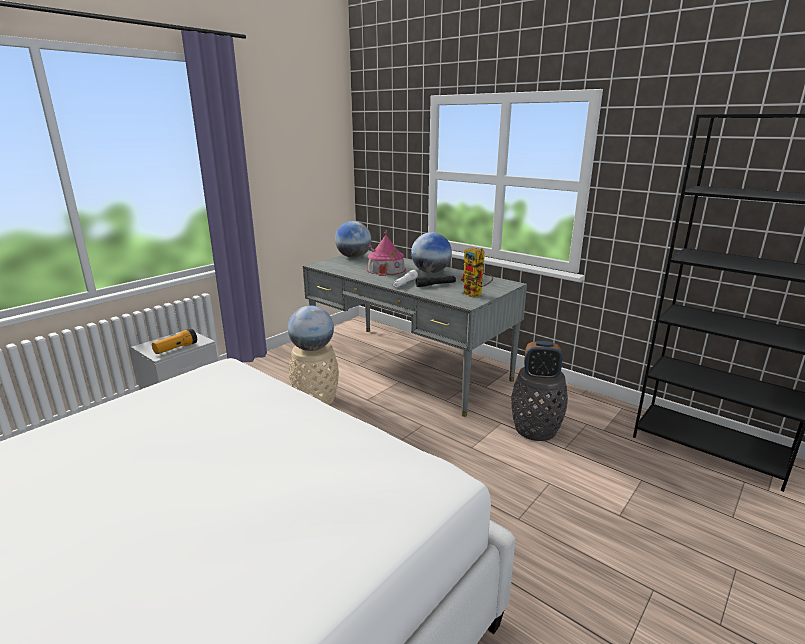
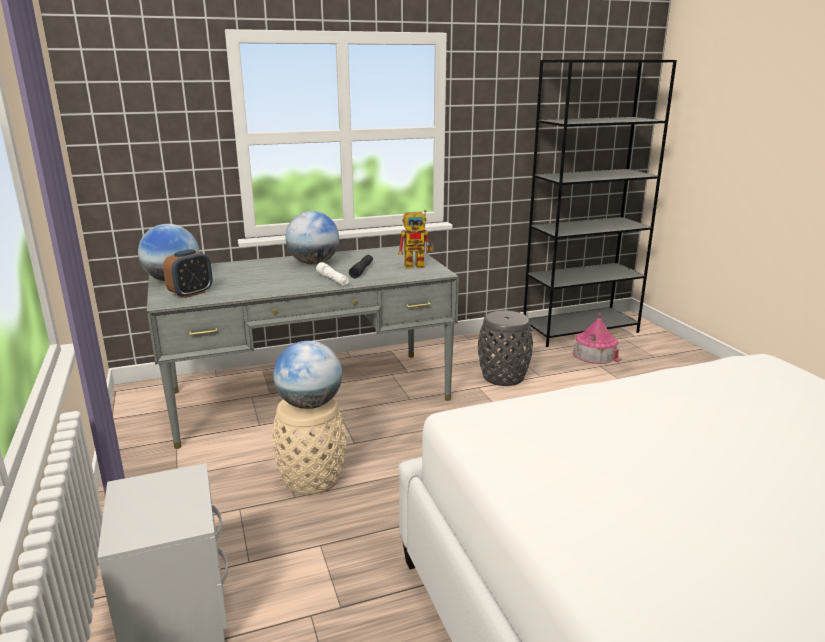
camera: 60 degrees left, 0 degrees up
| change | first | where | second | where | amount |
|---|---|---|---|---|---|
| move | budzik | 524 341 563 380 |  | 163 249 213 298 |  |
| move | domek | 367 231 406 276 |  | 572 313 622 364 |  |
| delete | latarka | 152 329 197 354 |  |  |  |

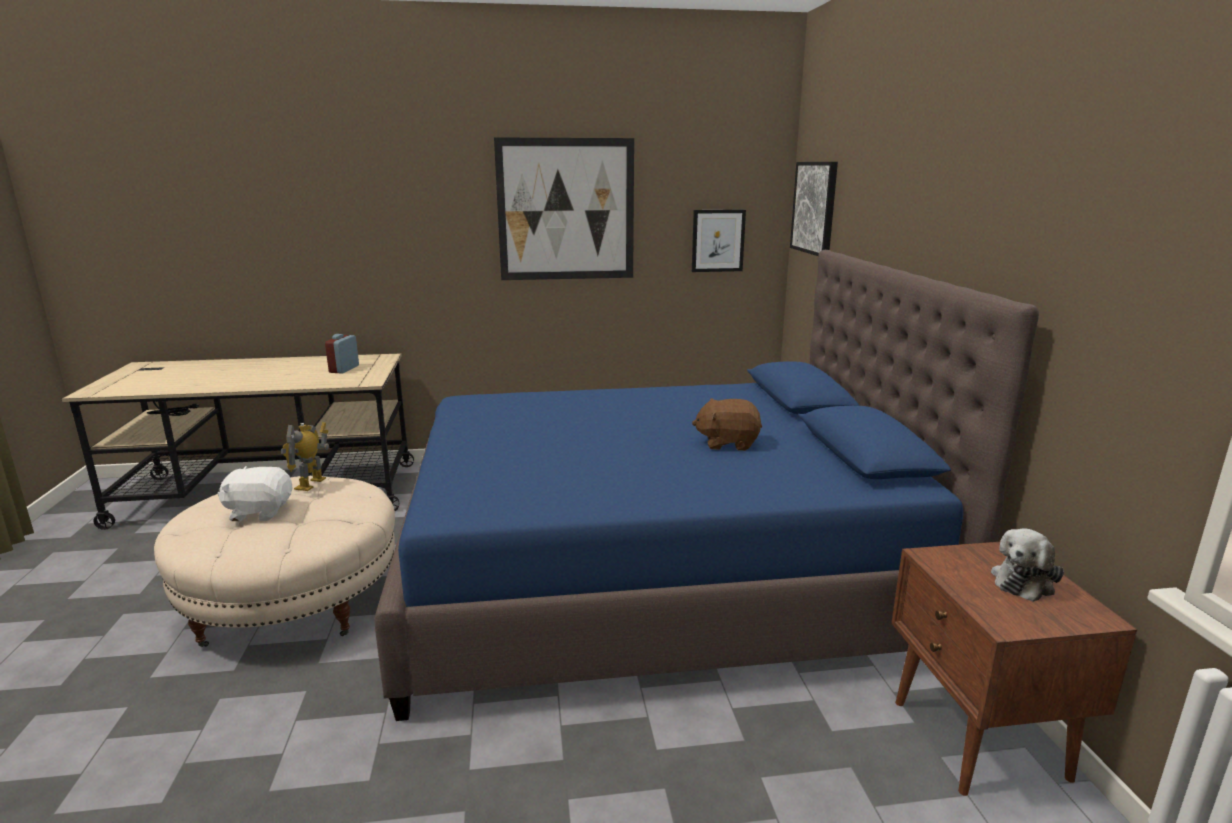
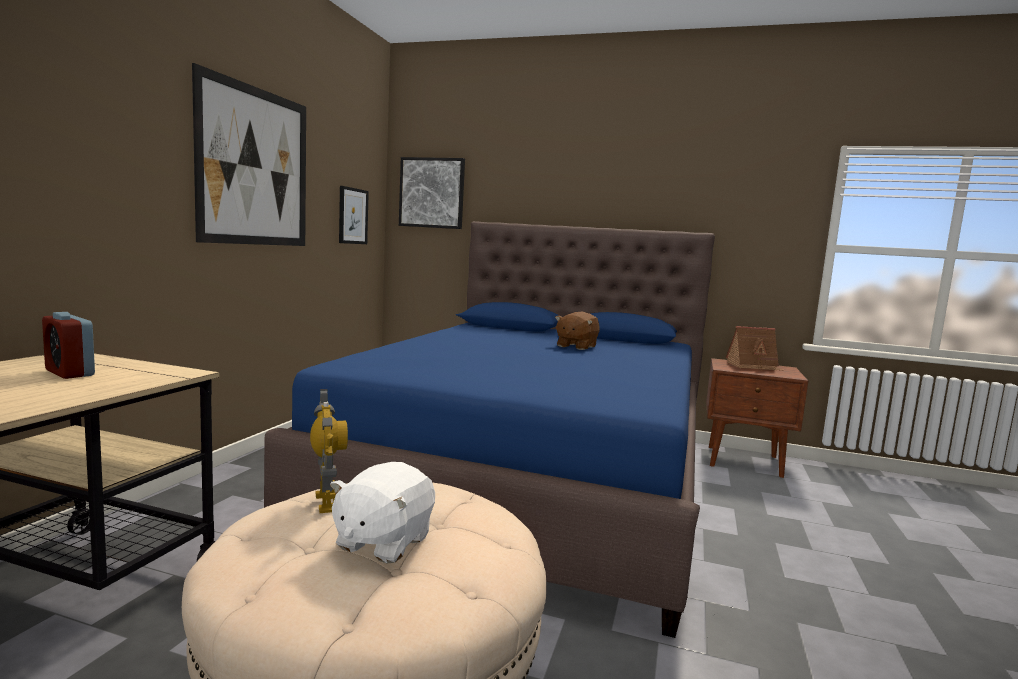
camera: 65 degrees left, 10 degrees down
| change | first | where | second | where | amount |
|---|---|---|---|---|---|
| rotate | robot zabawkowy | 281 422 329 491 |  | 310 389 348 513 | 150 degrees counterclockwise |
| replace | pluszak | 991 528 1064 602 | domek | 725 326 784 371 |  |

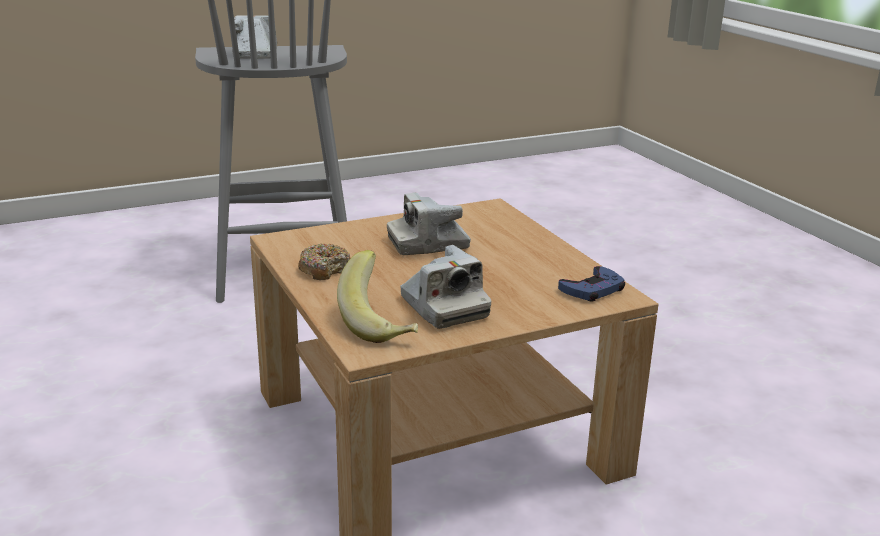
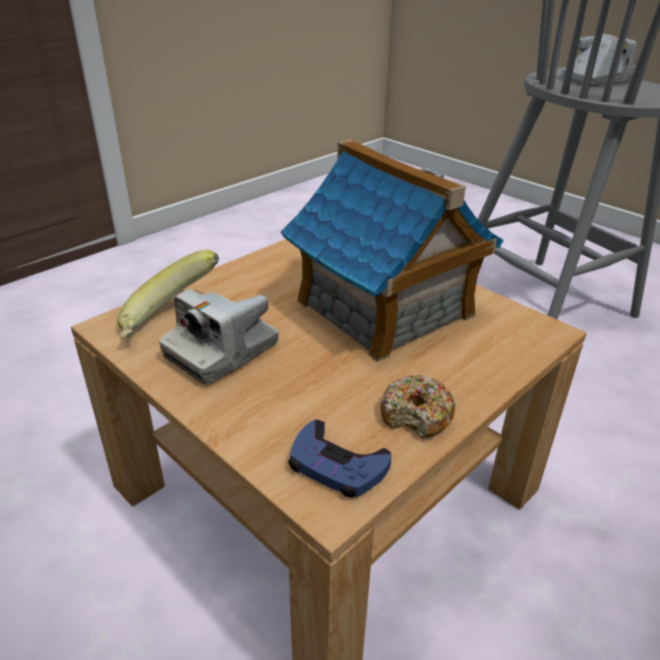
camera: 70 degrees right, 10 degrees up
| change | first | where | second | where | amount |
|---|---|---|---|---|---|
| replace | aparat fotograficzny | 387 193 471 255 | domek | 281 139 504 362 |  |
| move | donut | 298 243 350 280 |  | 380 375 457 438 |  |

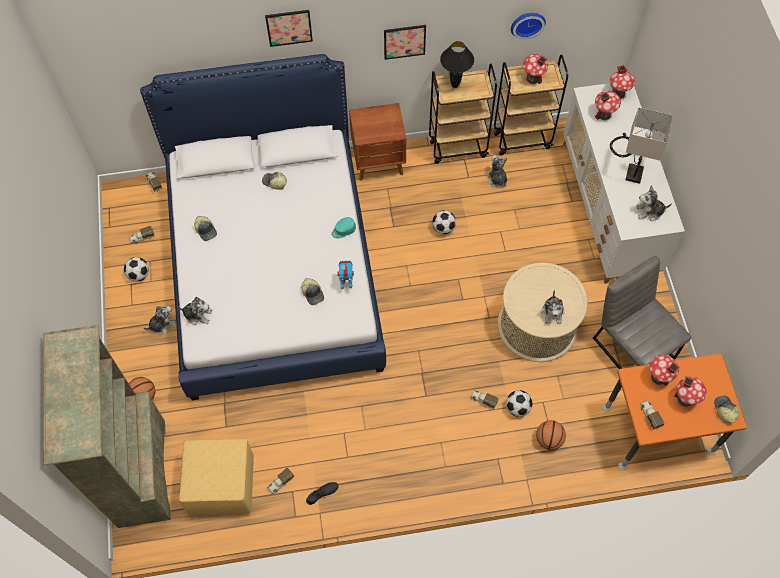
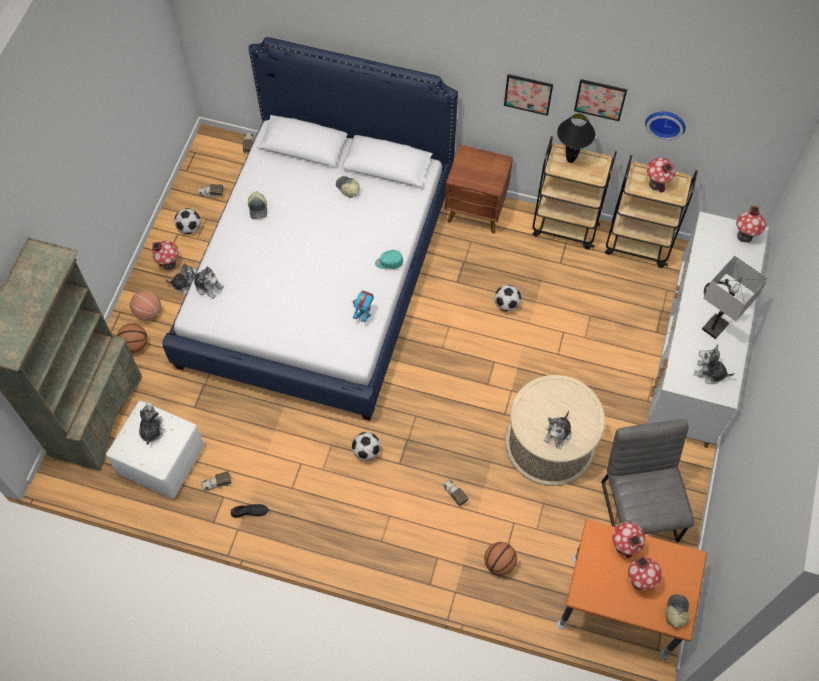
camera: 25 degrees right, 0 degrees up
| change | first | where | second | where | amount |
|---|---|---|---|---|---|
| recolor | pufa [żółty] | 179 439 254 515 | pufa [biały] | 106 401 205 499 |  |
| insert |  |  | piłka do koszykówki | 130 290 161 321 |  |
| move | pluszak | 486 155 507 187 |  | 139 402 164 445 |  |
| move | domek | 595 91 621 120 |  | 152 241 179 270 |  |
| move | piłka futbolowa | 506 390 532 417 |  | 352 432 381 461 |  |
| move | obraz | 265 10 313 47 |  | 574 79 627 121 |  |
| delete | czapka z daszkiem | 301 278 324 305 |  |  |  |
| delete | ciężarówka zabawkowa | 640 400 665 430 |  |  |  |

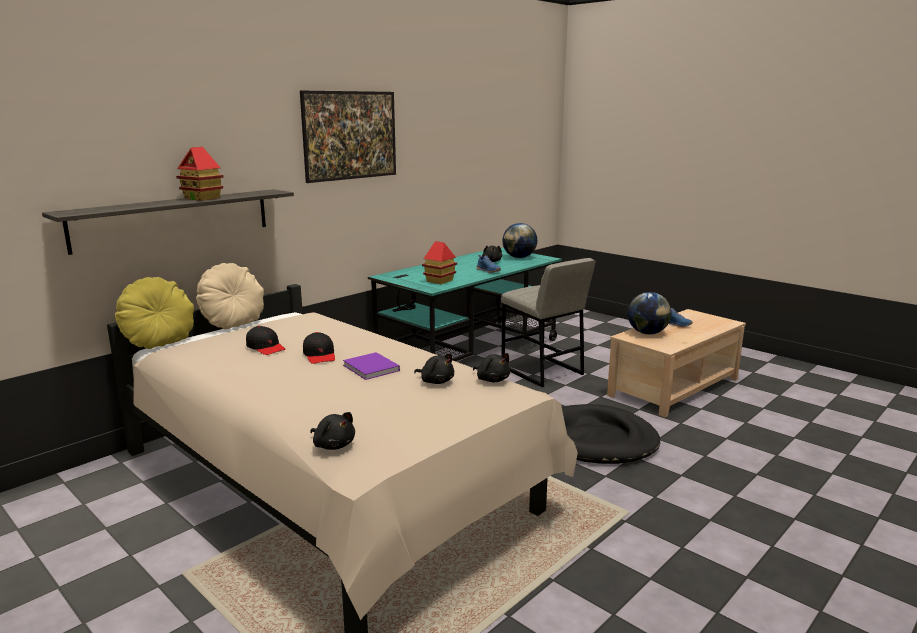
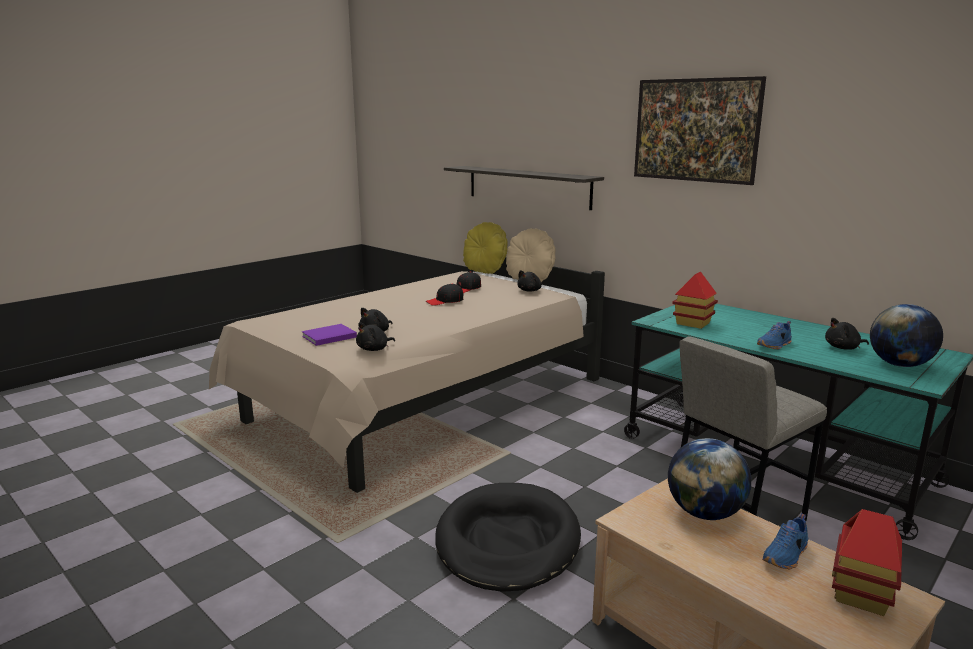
camera: 90 degrees right, 0 degrees up
| change | first | where | second | where | amount |
|---|---|---|---|---|---|
| move | książka [fioletowy] | 343 352 400 380 |  | 302 324 357 346 |  |
| move | pluszak [czarny] | 310 412 355 450 |  | 517 270 542 292 |  |
| move | domek | 176 147 224 201 |  | 832 509 902 616 |  |

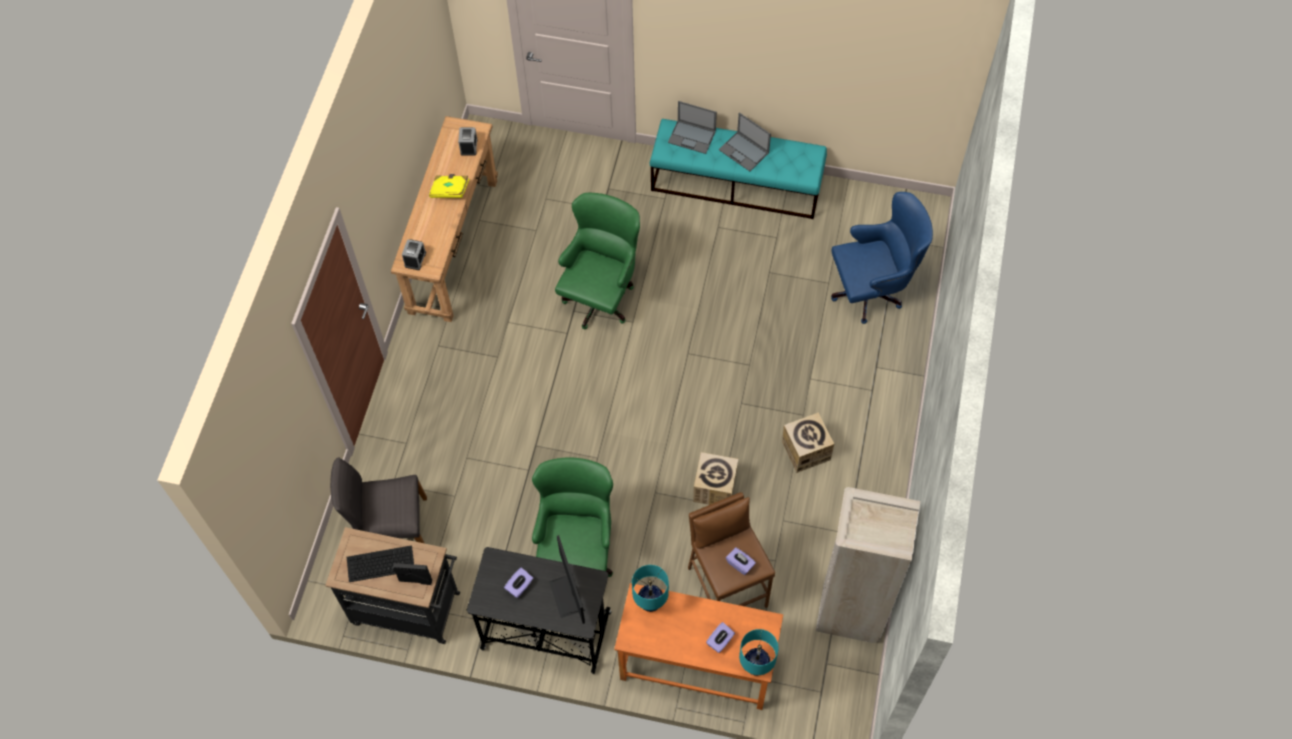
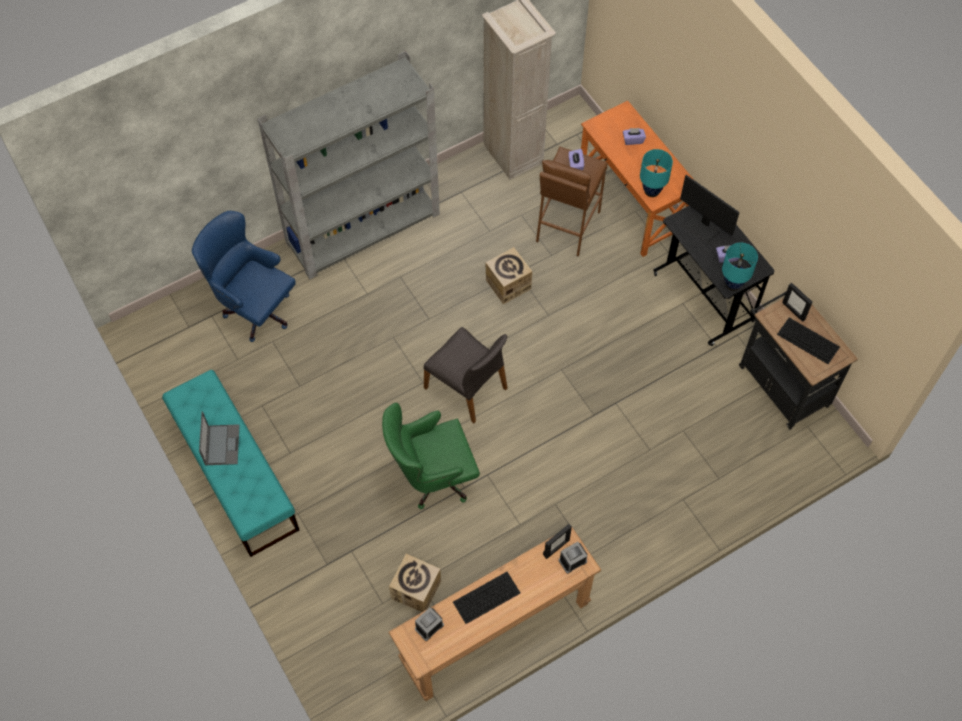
camera: 135 degrees left, 0 degrees up
| change | first | where | second | where | amount |
|---|---|---|---|---|---|
| insert |  |  | regał [szary] | 258 51 440 279 |  |
| move | karton | 782 413 834 473 |  | 389 554 441 612 |  |
| move | krzesło [szary] | 330 458 427 543 |  | 424 327 508 423 |  |
| replace | książka [żółty] | 429 174 470 198 | klawiatura | 453 572 520 624 |  |
| insert |  |  | ramka na zdjęcie | 543 524 572 559 |  |
| rotate | monitor | 549 535 585 624 |  | 680 175 740 244 | 105 degrees clockwise |
| move | lampa stołowa [turkusowy] | 739 629 779 676 |  | 722 243 758 291 |  |
| delete | krzesło biurowe [zielony] | 532 458 613 577 |  |  |  |
| delete | laptop | 668 101 717 154 |  |  |  |

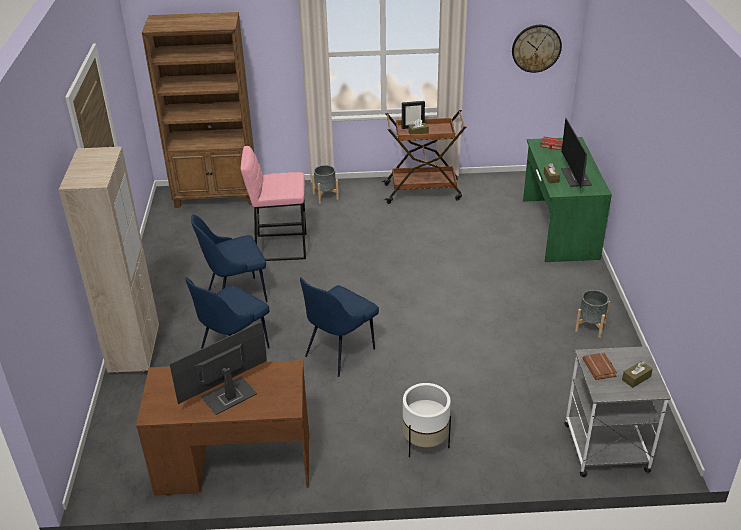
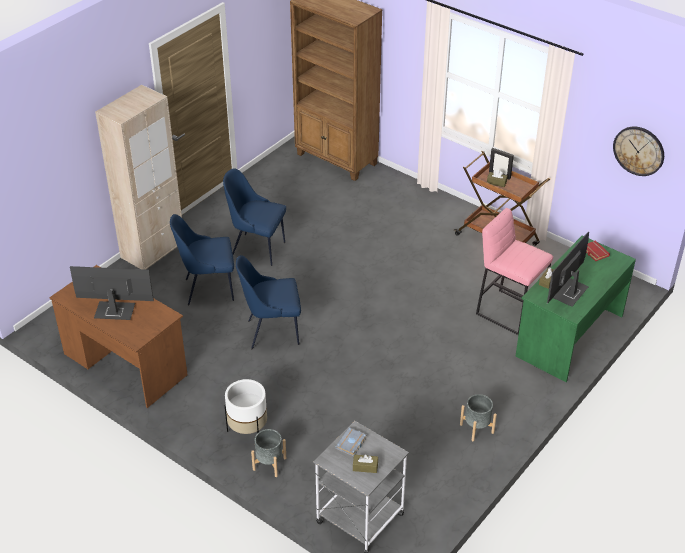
camera: 40 degrees right, 5 degrees up
| change | first | where | second | where | amount |
|---|---|---|---|---|---|
| move | donica [szary] | 312 165 339 204 |  | 251 429 286 477 |  |
| recolor | książka [brązowy] | 582 353 617 380 | książka [szary] | 335 428 366 456 |  |
| move | stołek [różowy] | 241 146 306 261 |  | 476 208 553 335 |  |

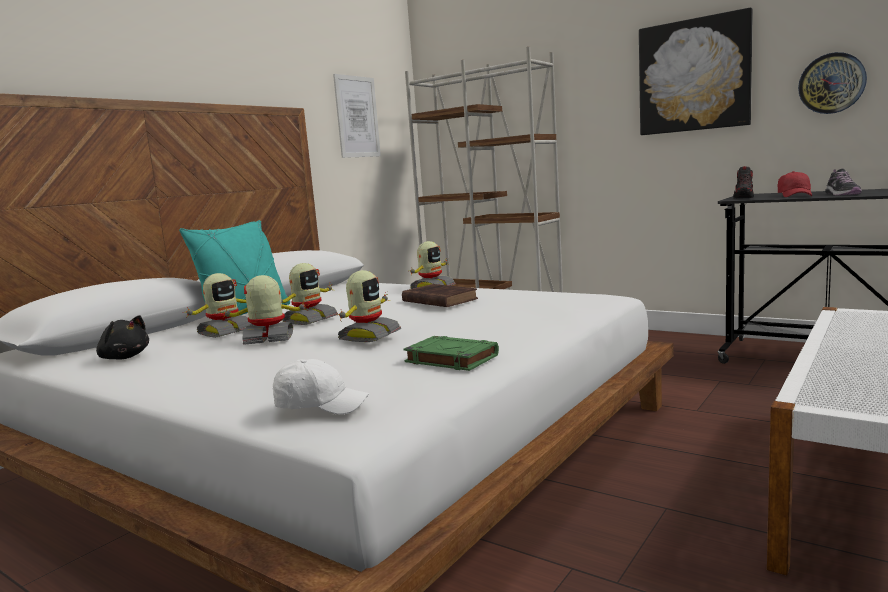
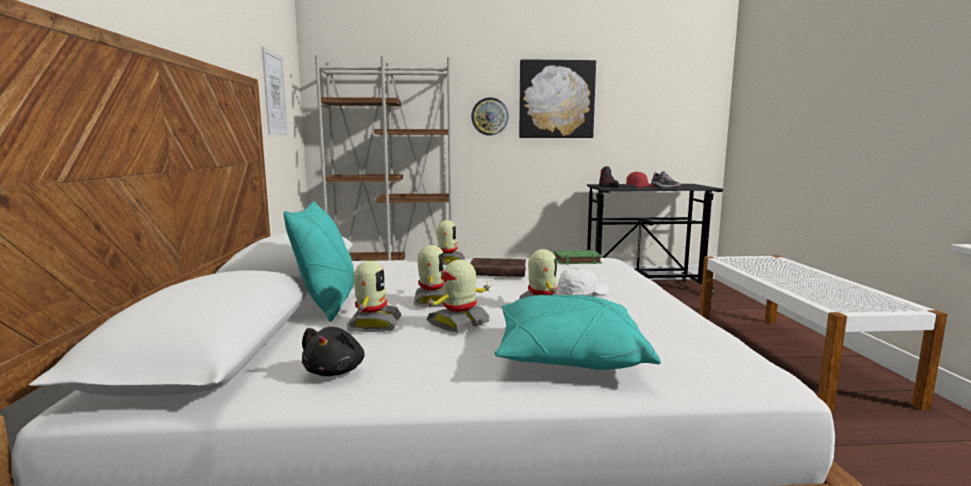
camera: 40 degrees left, 0 degrees up
| change | first | where | second | where | amount |
|---|---|---|---|---|---|
| rotate | pluszak [czarny] | 96 315 149 360 |  | 302 327 365 376 | 105 degrees clockwise |
| move | zegar ścienny | 798 52 867 114 |  | 471 97 509 136 |  |
| insert |  |  | poduszka [turkusowy] | 494 295 661 370 |  |
| move | książka [zielony] | 404 336 499 371 |  | 554 250 602 265 |  |
| move | czapka z daszkiem [biały] | 273 359 369 414 |  | 558 268 609 295 |  |

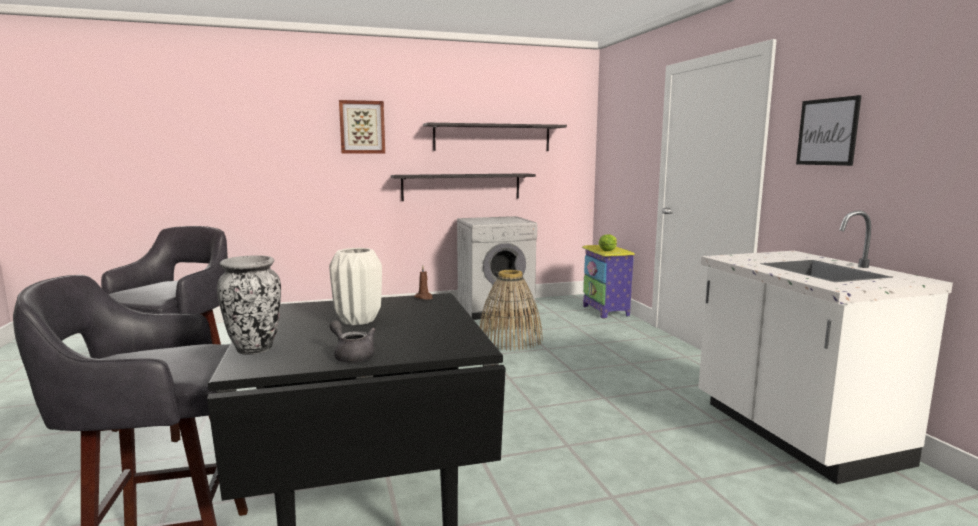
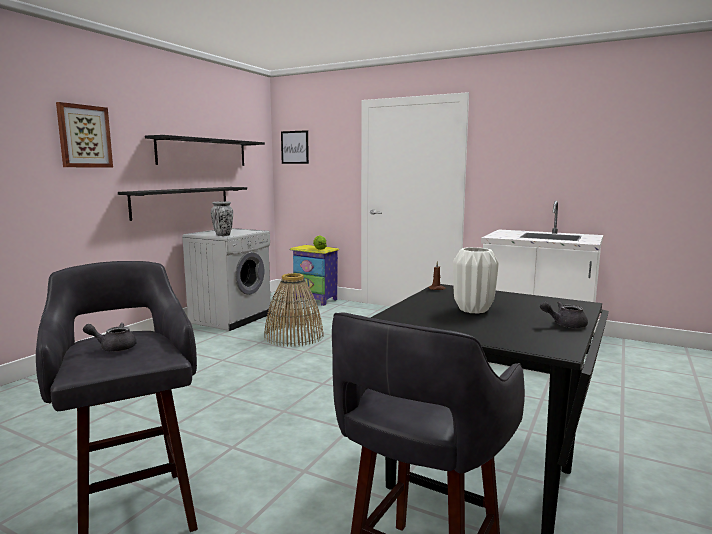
camera: 45 degrees left, 0 degrees up
| change | first | where | second | where | amount |
|---|---|---|---|---|---|
| insert |  |  | imbryk [szary] | 83 323 136 352 |  |
| move | wazon | 217 255 281 355 |  | 211 201 233 236 |  |
| move | obraz | 796 95 862 166 |  | 281 130 309 164 |  |

